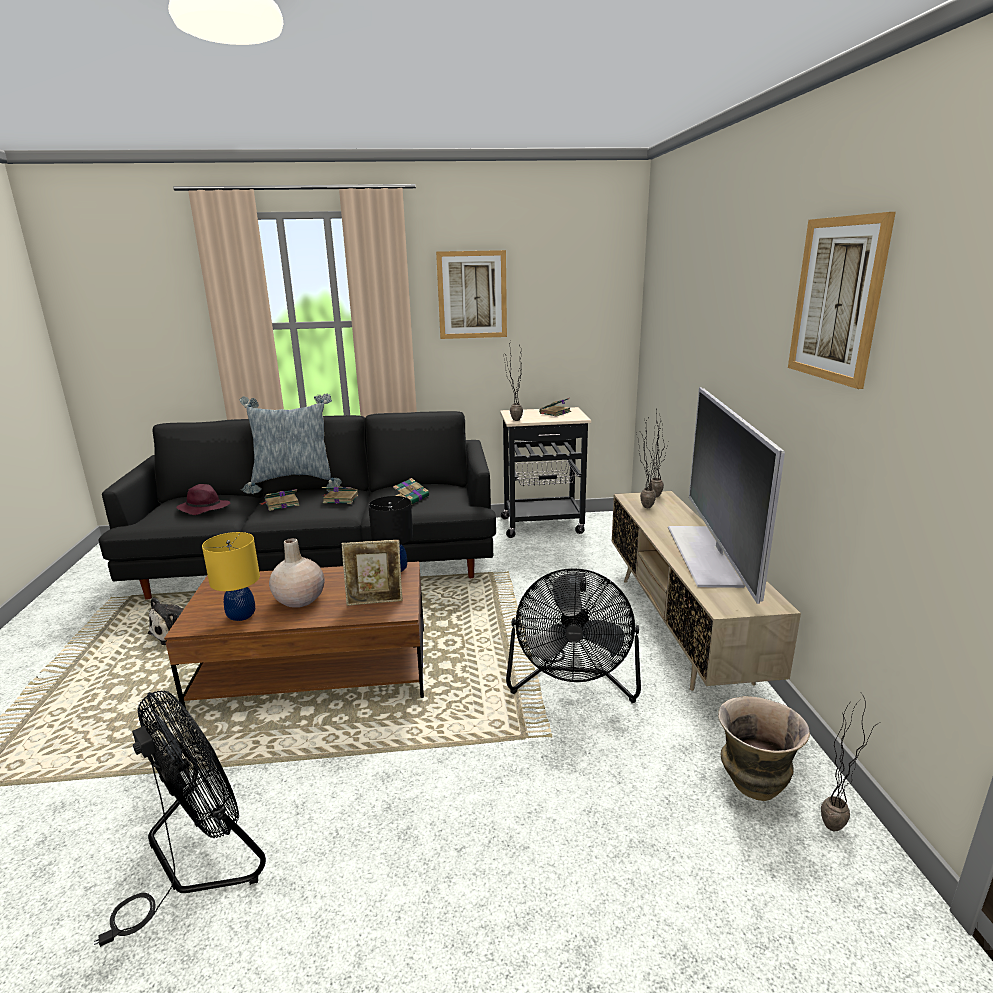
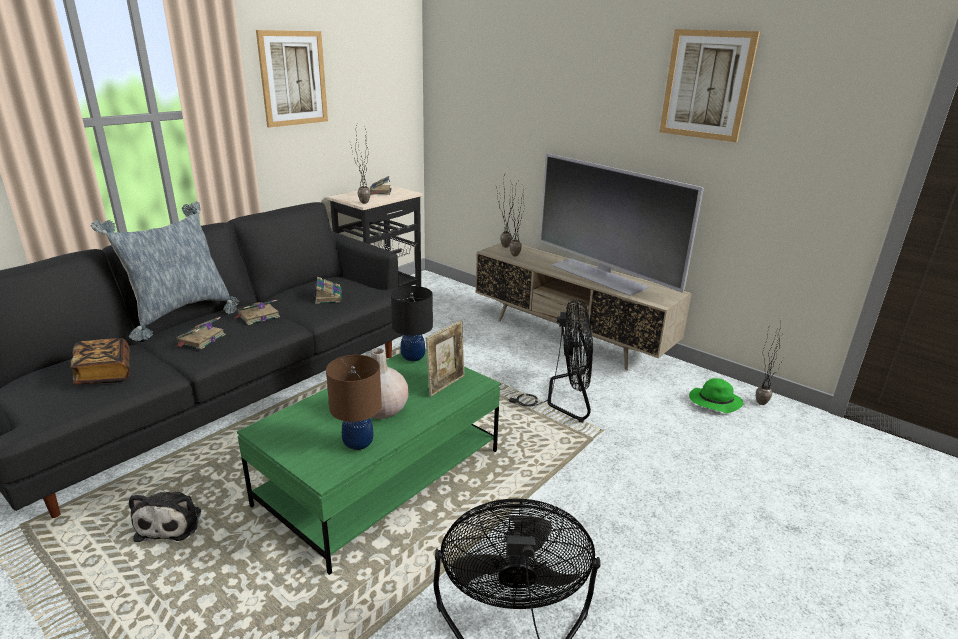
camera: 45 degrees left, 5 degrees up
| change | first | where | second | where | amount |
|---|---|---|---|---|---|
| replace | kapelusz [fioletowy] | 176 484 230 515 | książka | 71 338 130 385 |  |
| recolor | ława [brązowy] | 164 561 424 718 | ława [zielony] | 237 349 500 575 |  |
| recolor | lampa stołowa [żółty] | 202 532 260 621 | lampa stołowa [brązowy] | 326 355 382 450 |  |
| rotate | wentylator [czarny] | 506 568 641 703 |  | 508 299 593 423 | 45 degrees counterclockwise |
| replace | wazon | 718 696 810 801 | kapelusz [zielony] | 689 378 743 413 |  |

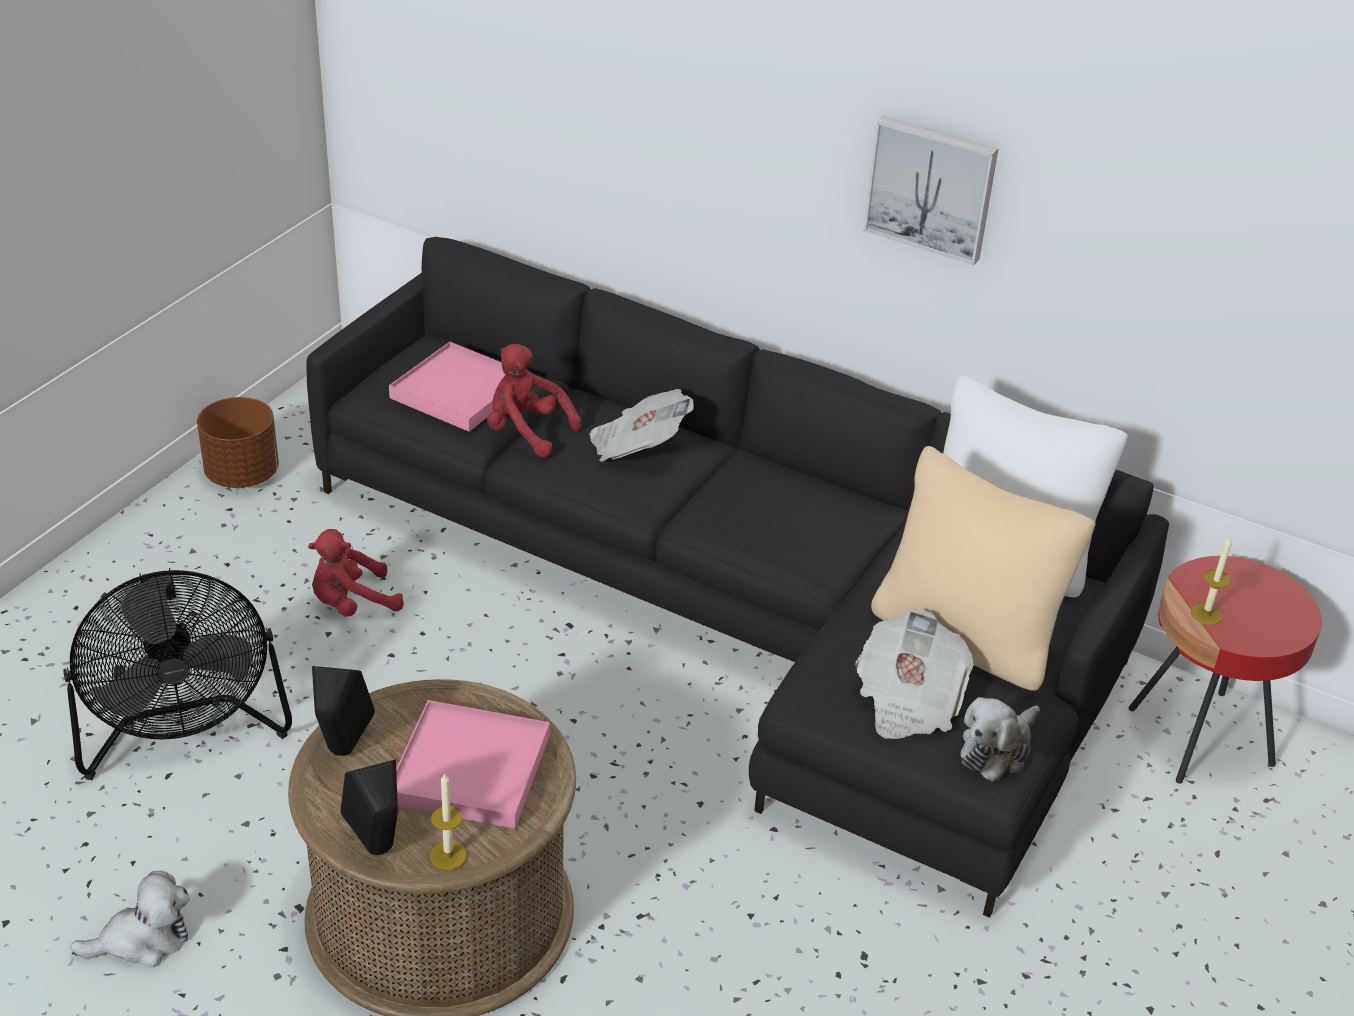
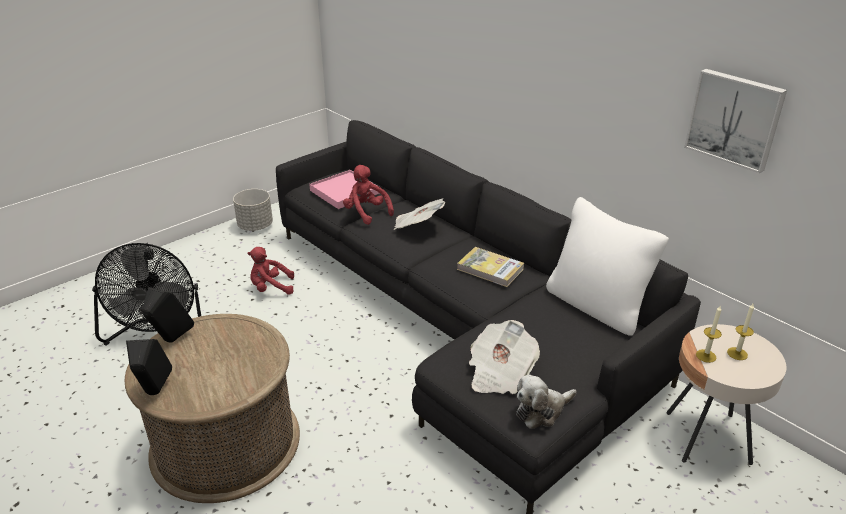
camera: 20 degrees right, 5 degrees down
| change | first | where | second | where | amount |
|---|---|---|---|---|---|
| recolor | donica [brązowy] | 197 397 279 488 | donica [szary] | 233 189 273 231 |  |
| insert |  |  | książka | 457 247 524 287 |  |
| recolor | stolik [czerwony] | 1129 556 1322 784 | stolik [beżowy] | 666 324 786 465 |  |
| move | obraz | 864 116 998 265 |  | 684 69 787 173 |  |
| move | świeca | 430 773 467 870 |  | 727 304 754 360 |  |
| delete | pluszak | 70 871 190 968 |  |  |  |
| delete | taca [różowy] | 396 700 550 829 |  |  |  |
| delete | poduszka [beżowy] | 871 446 1096 691 |  |  |  |

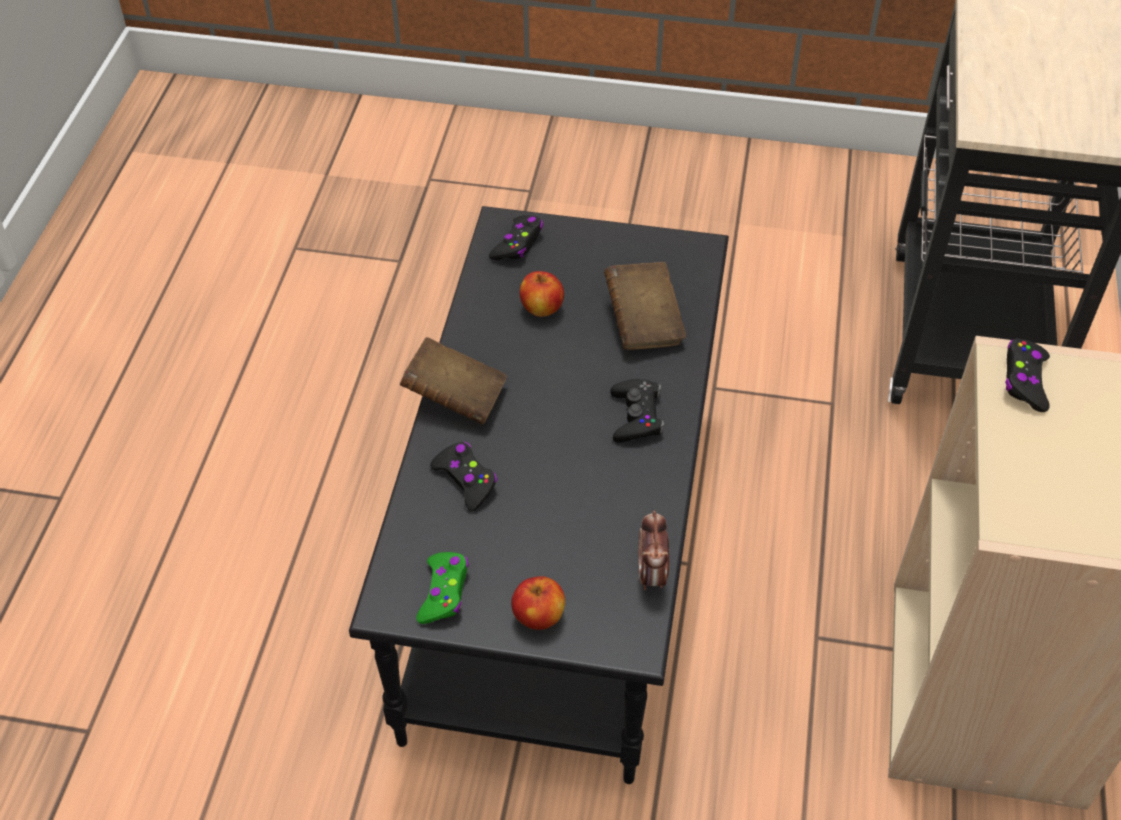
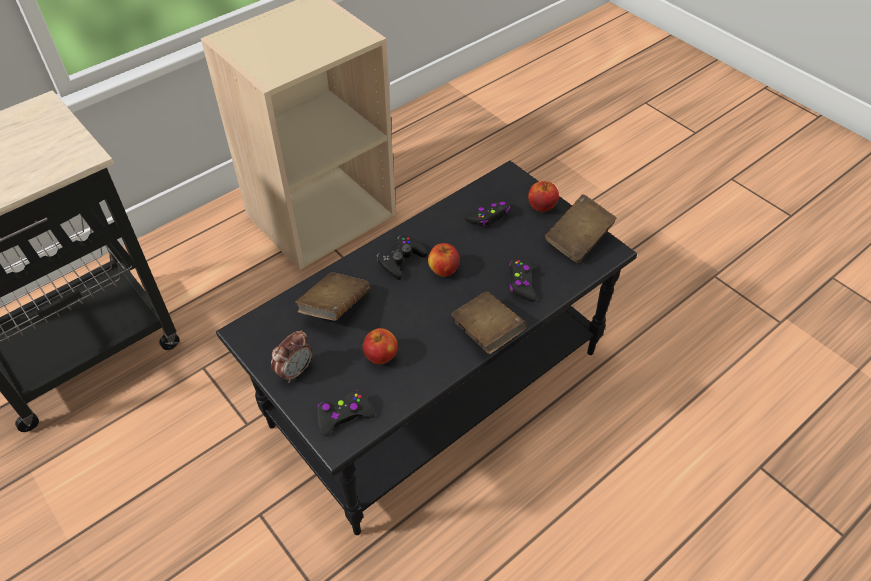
camera: 140 degrees left, 0 degrees up
| change | first | where | second | where | amount |
|---|---|---|---|---|---|
| move | budzik | 638 511 669 590 |  | 271 330 312 383 |  |
| insert |  |  | jabłko | 428 243 460 277 |  |
| move | pad do gier [czarny] | 1005 338 1050 412 |  | 465 199 510 226 |  |
| replace | pad do gier [zielony] | 416 552 469 624 | książka [brązowy] | 544 194 617 263 |  |

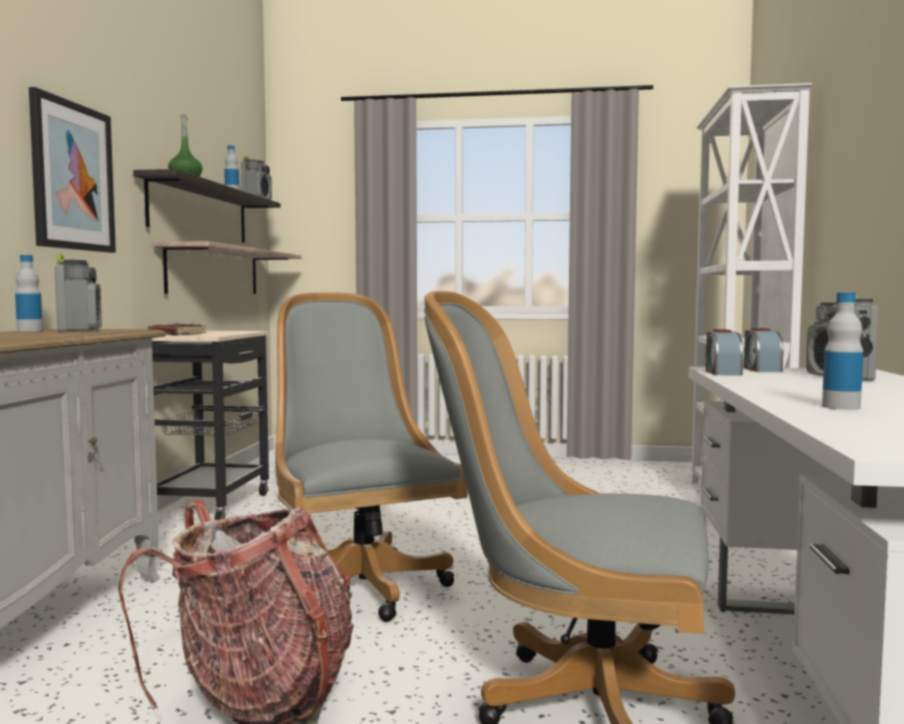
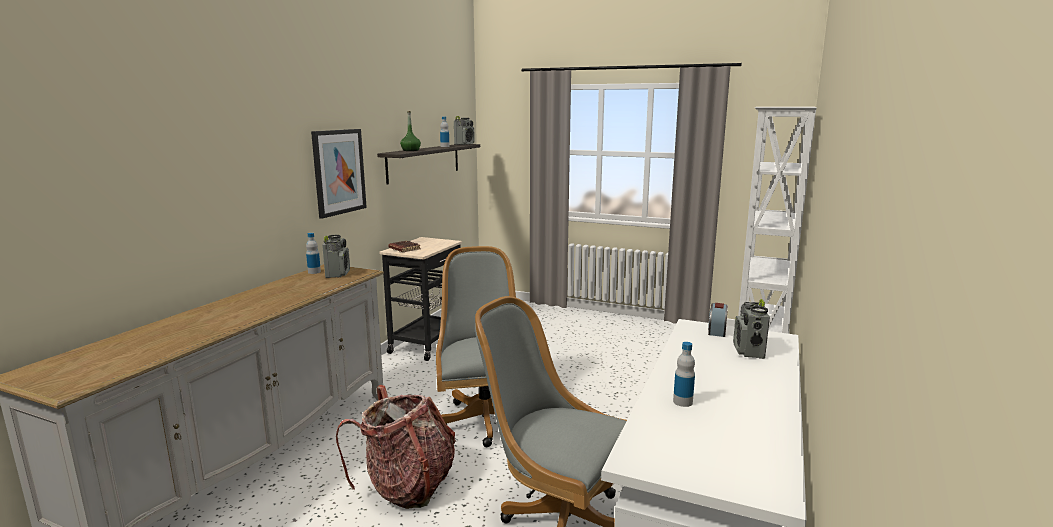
camera: 15 degrees right, 10 degrees up
| change | first | where | second | where | amount |
|---|---|---|---|---|---|
| delete | półka | 153 241 302 294 |  |  |  |
| delete | budzik | 706 329 743 376 |  |  |  |

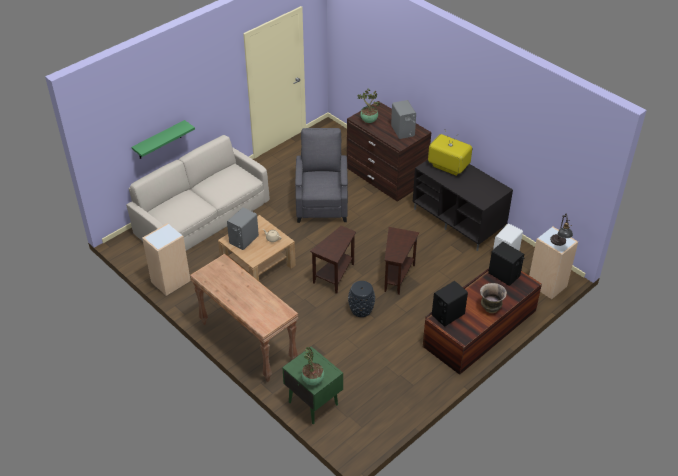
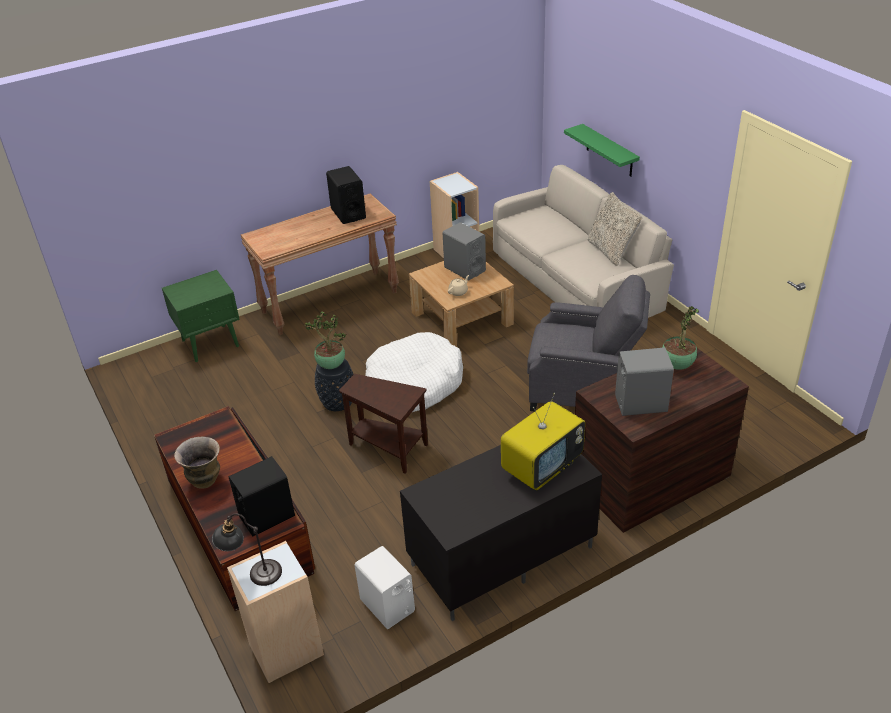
camera: 105 degrees right, 5 degrees down
| change | first | where | second | where | amount |
|---|---|---|---|---|---|
| move | roślina doniczkowa | 301 347 324 386 |  | 305 311 346 369 |  |
| move | głośnik [czarny] | 432 281 468 327 |  | 326 166 366 224 |  |
| replace | stolik [brązowy] | 310 226 356 294 | legowisko [biały] | 365 332 463 412 |  |
| insert |  |  | poduszka [beżowy] | 587 192 642 266 |  |

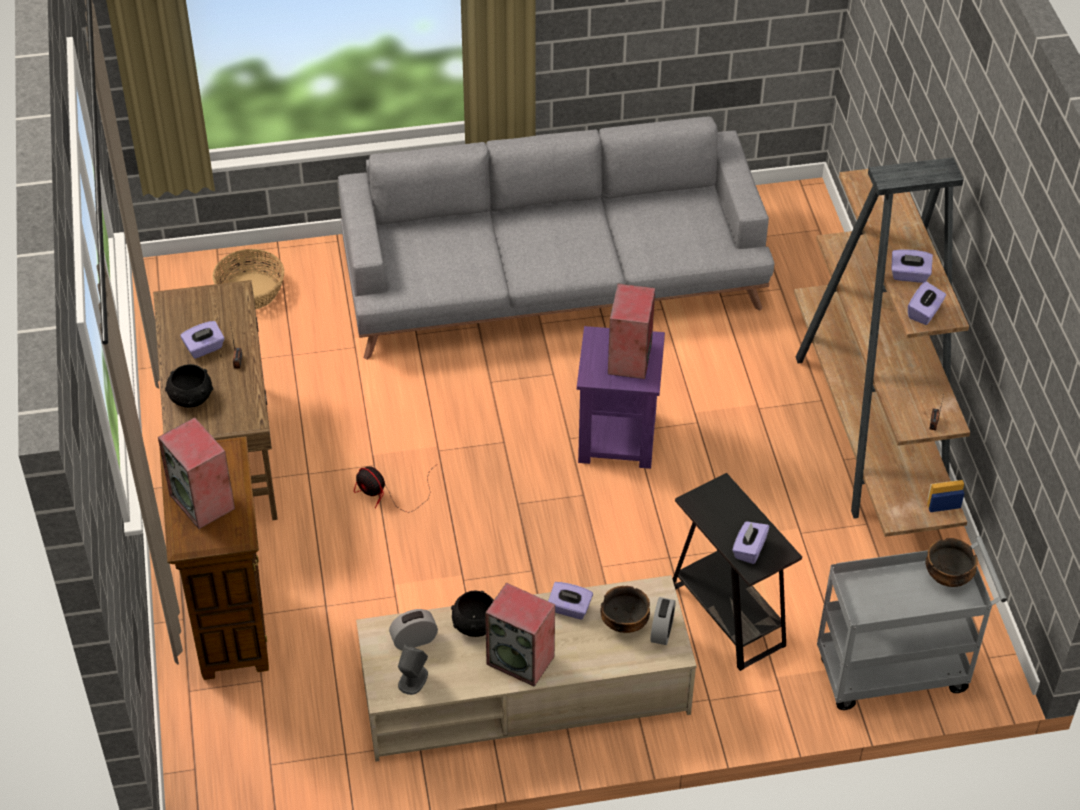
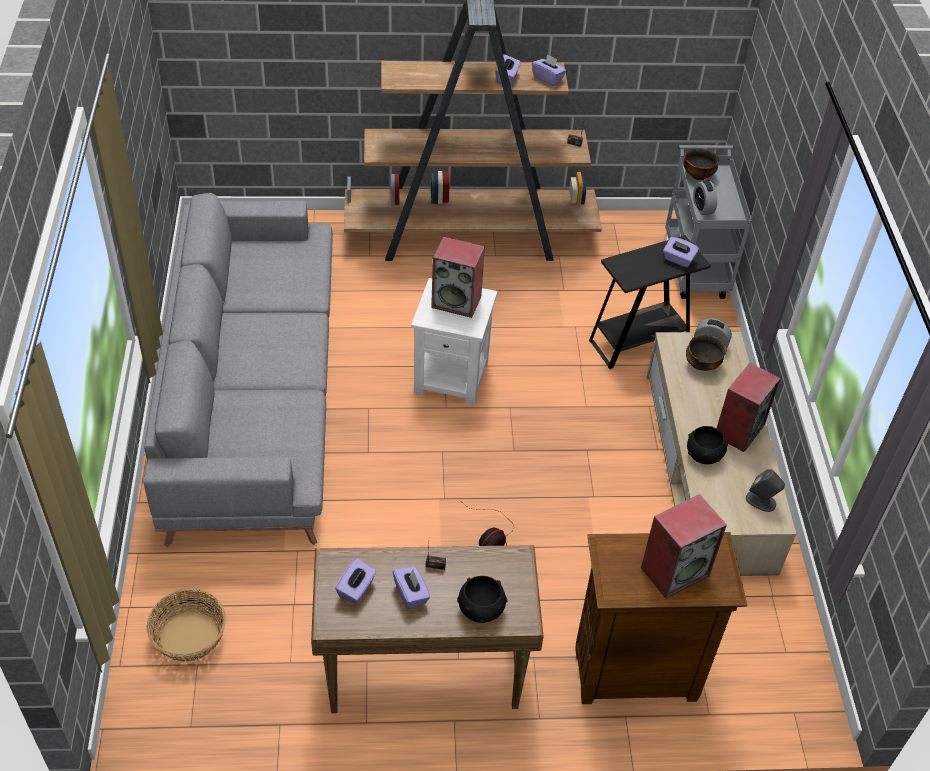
camera: 85 degrees left, 0 degrees up
| change | first | where | second | where | amount |
|---|---|---|---|---|---|
| move | pudełko chusteczek [fioletowy] | 548 582 593 620 |  | 335 558 377 604 |  |
| recolor | stolik [fioletowy] | 577 326 665 469 | stolik [biały] | 411 278 498 406 |  |
| move | budzik | 389 609 438 651 |  | 693 180 717 215 |  |

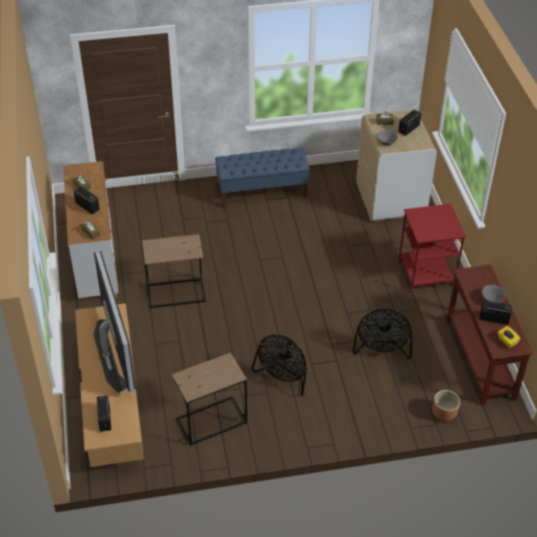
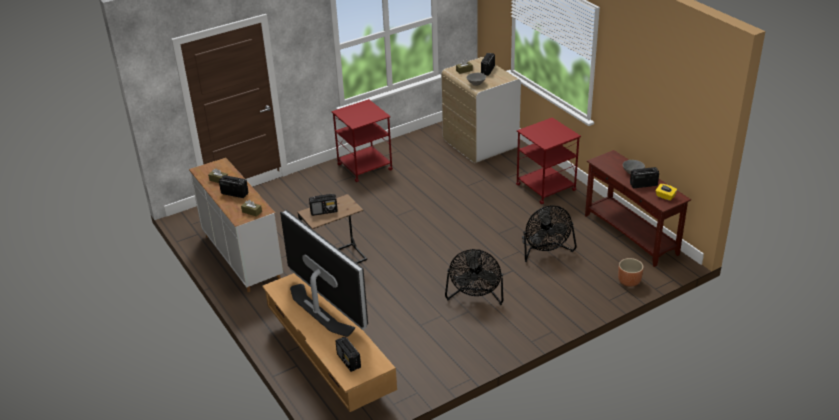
camera: 20 degrees left, 10 degrees down
| change | first | where | second | where | amount |
|---|---|---|---|---|---|
| insert |  |  | radio | 309 194 337 216 |  |
| replace | ławka [niebieski] | 215 148 310 208 | wózek [czerwony] | 332 99 393 182 |  |
| delete | stolik [brązowy] | 172 353 247 446 |  |  |  |

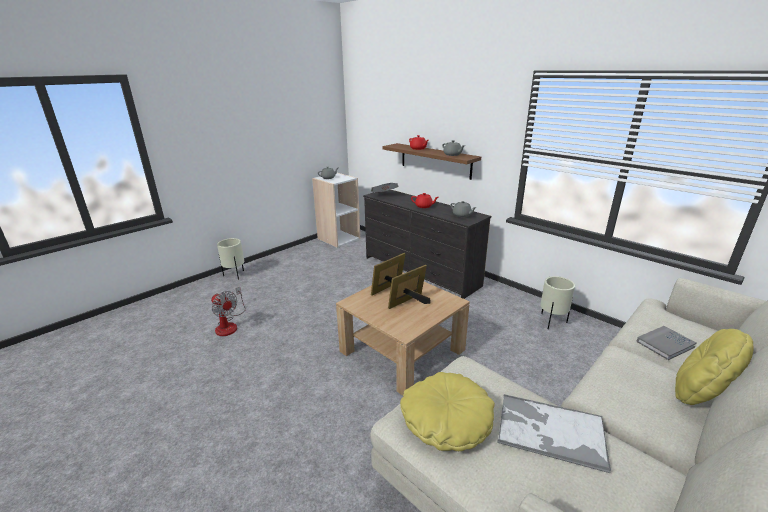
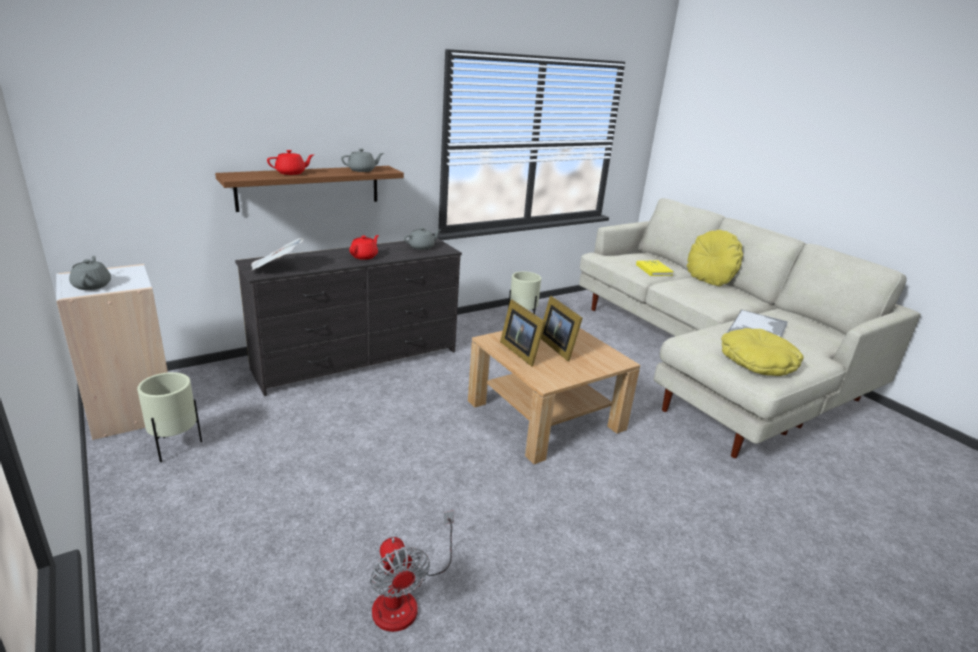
camera: 80 degrees left, 0 degrees up
| change | first | where | second | where | amount |
|---|---|---|---|---|---|
| move | donica [beżowy] | 217 238 244 279 |  | 137 372 202 462 |  |
| rotate | wentylator | 211 287 246 336 |  | 370 510 454 632 | 105 degrees clockwise |
| recolor | książka [szary] | 636 326 697 360 | książka [żółty] | 636 261 674 276 |  |

